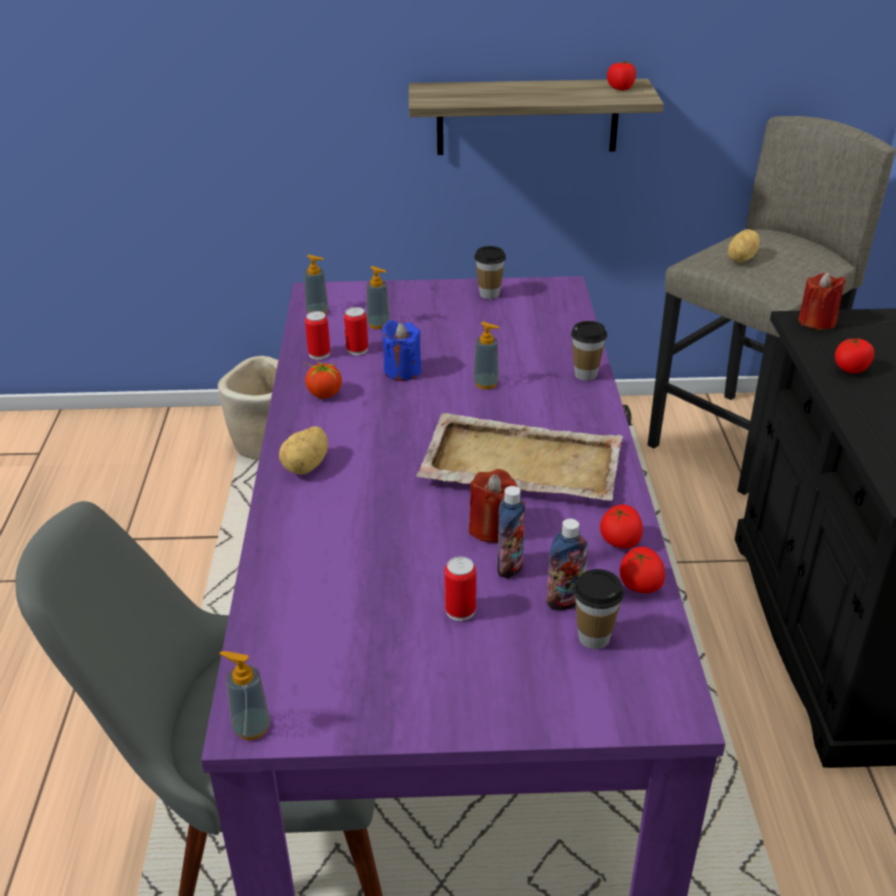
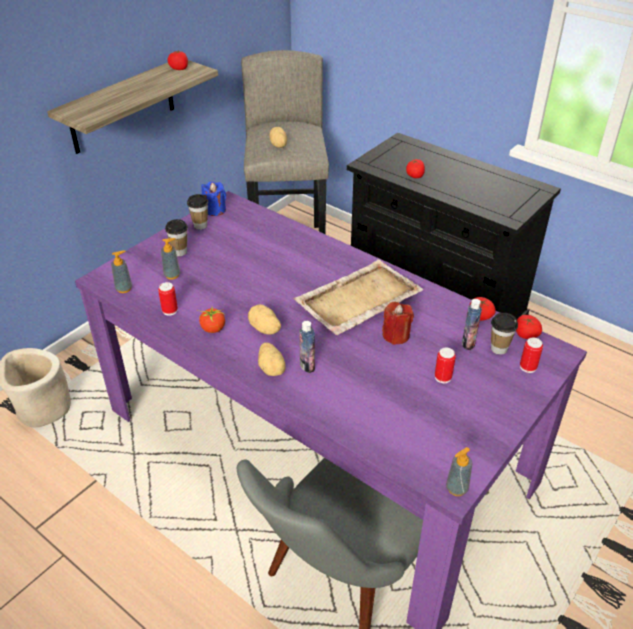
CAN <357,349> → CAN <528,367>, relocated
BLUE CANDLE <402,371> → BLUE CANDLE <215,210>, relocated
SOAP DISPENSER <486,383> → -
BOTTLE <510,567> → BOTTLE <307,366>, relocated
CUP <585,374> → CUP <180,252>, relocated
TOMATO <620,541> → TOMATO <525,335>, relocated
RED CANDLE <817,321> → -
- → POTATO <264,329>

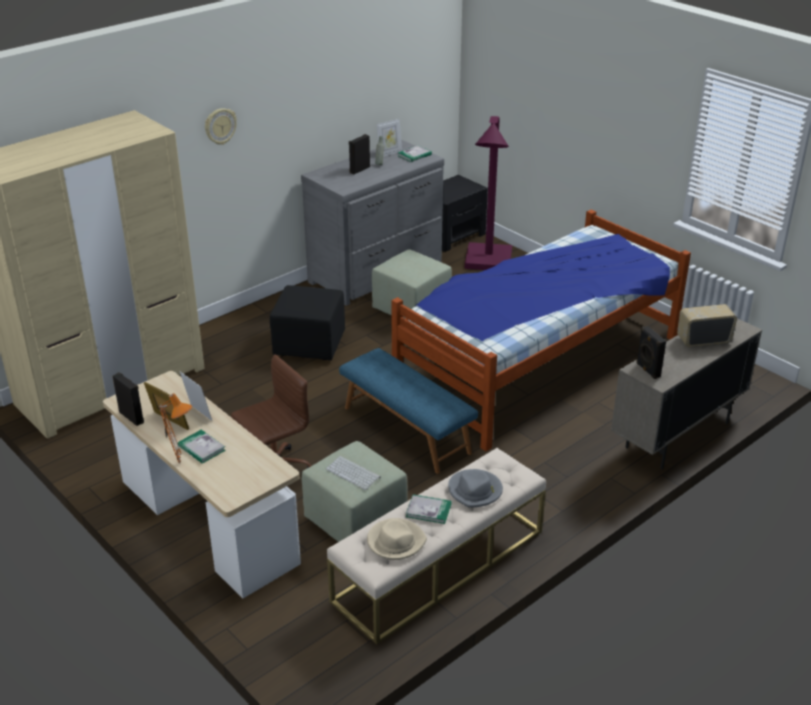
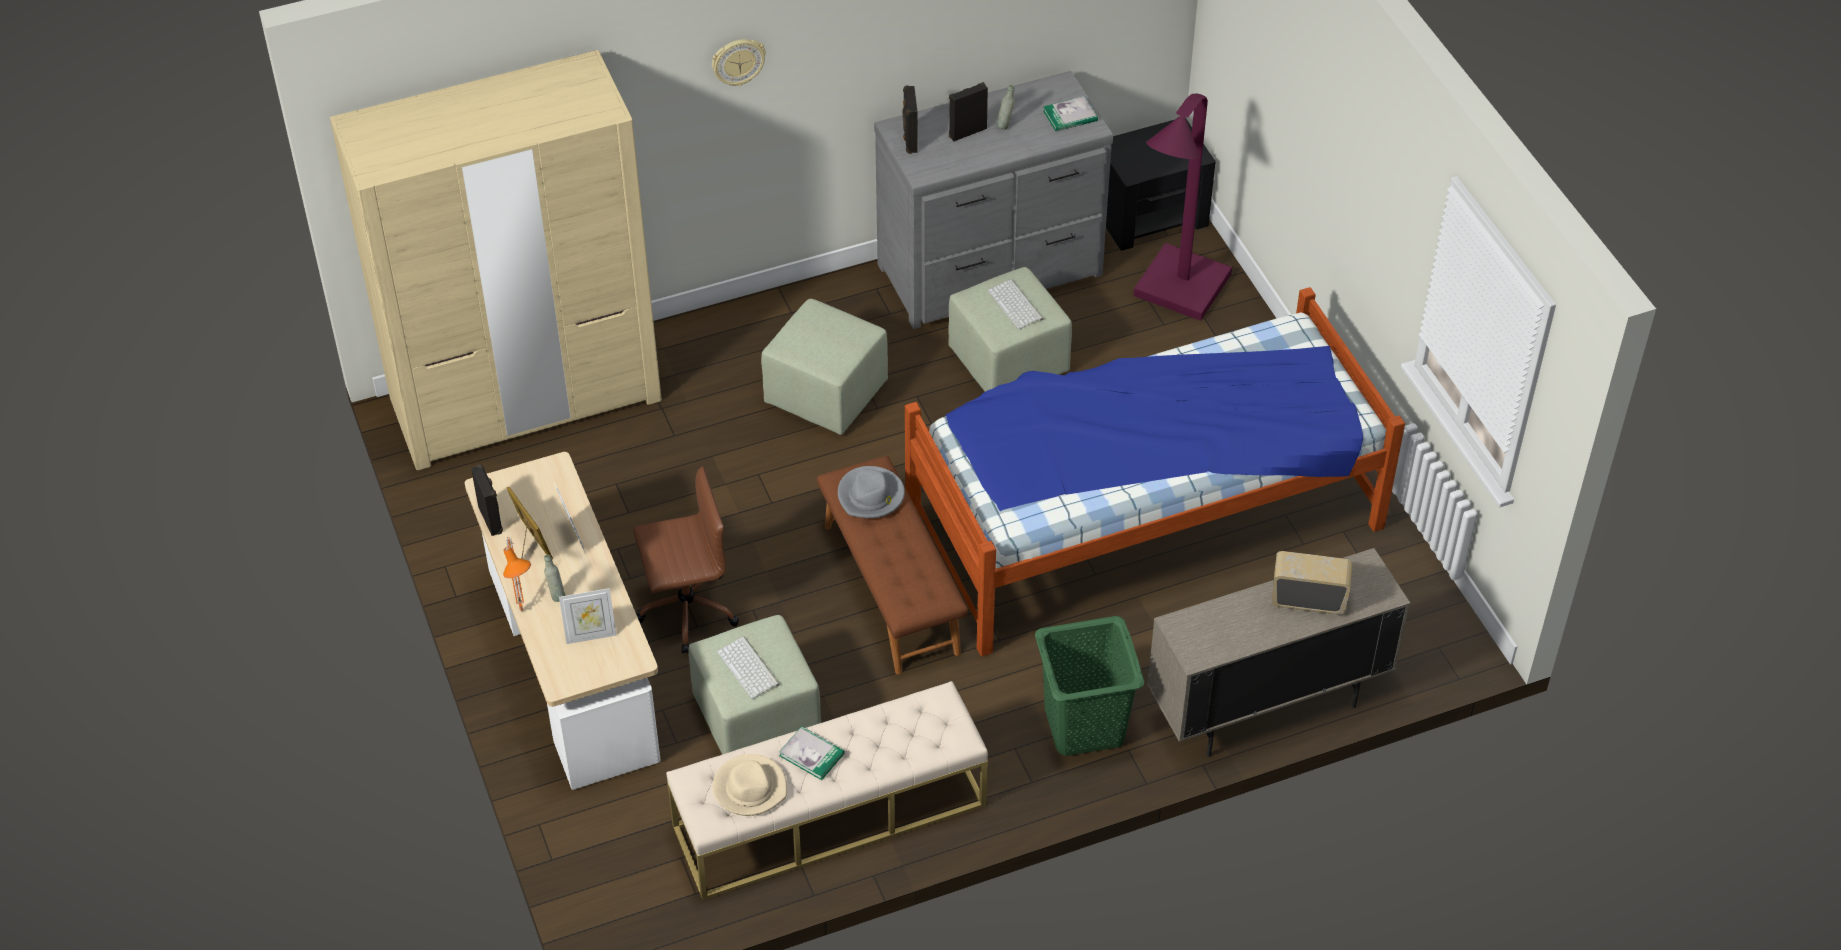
BOOK <201,448> → GREY BOTTLE <556,595>
BLACK OTTOMAN <310,344> → GREEN OTTOMAN <827,394>
BLUE BENCH <407,429> → BROWN BENCH <892,588>
PICTURE FRAME <389,153> → PICTURE FRAME <590,635>, relocated
GREY HAT <475,490> → GREY HAT <871,496>, relocated
BLACK SPEAKER <647,370> → BLACK SPEAKER <909,140>, relocated
- → KEYBOARD <1016,305>
- → GREEN LAUNDRY BASKET <1083,725>

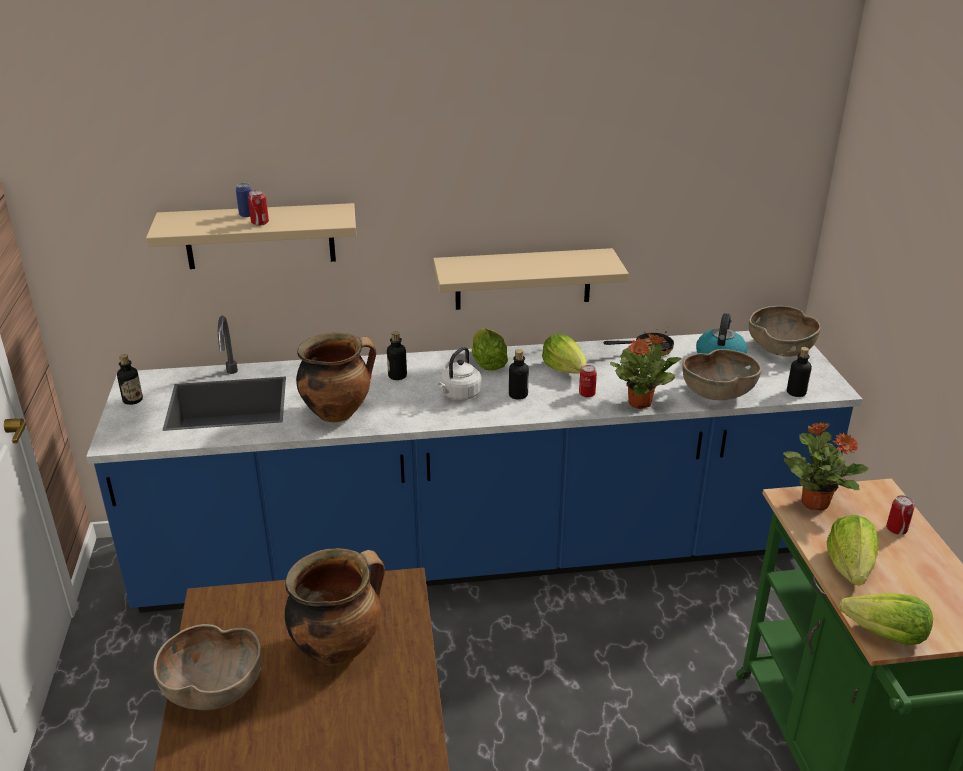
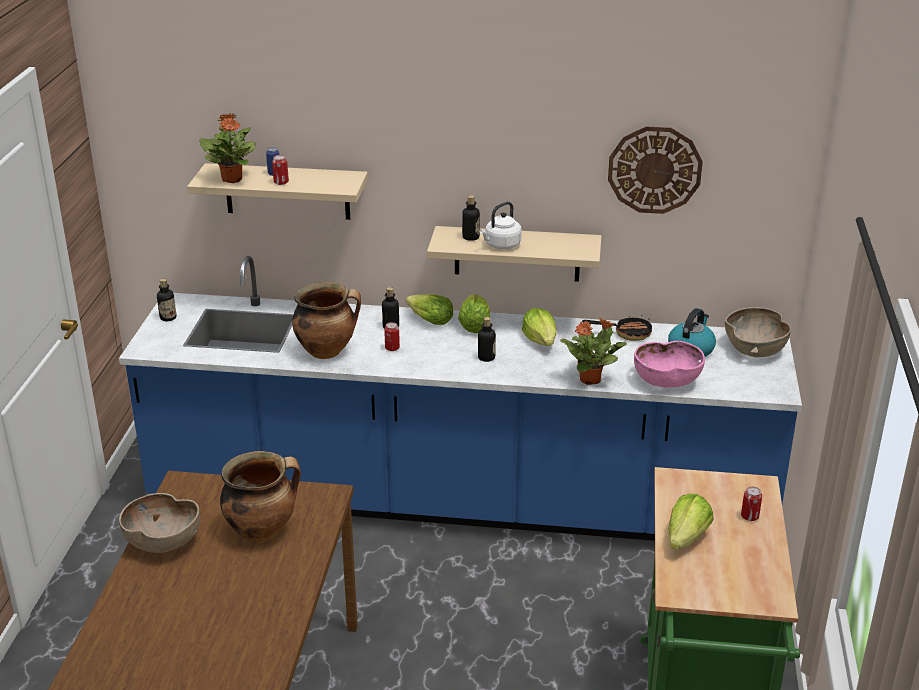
WHITE KETTLE <459,395> → WHITE KETTLE <501,245>, relocated
CAN <587,394> → CAN <392,348>, relocated
BROWN BOWL <718,394> → PINK BOWL <667,381>
POTTED PLANT <814,502> → POTTED PLANT <232,179>, relocated
BOTTLE <796,392> → BOTTLE <470,237>, relocated
LETTUCE <885,635> → LETTUCE <430,320>, relocated
- → WALL CLOCK <654,170>

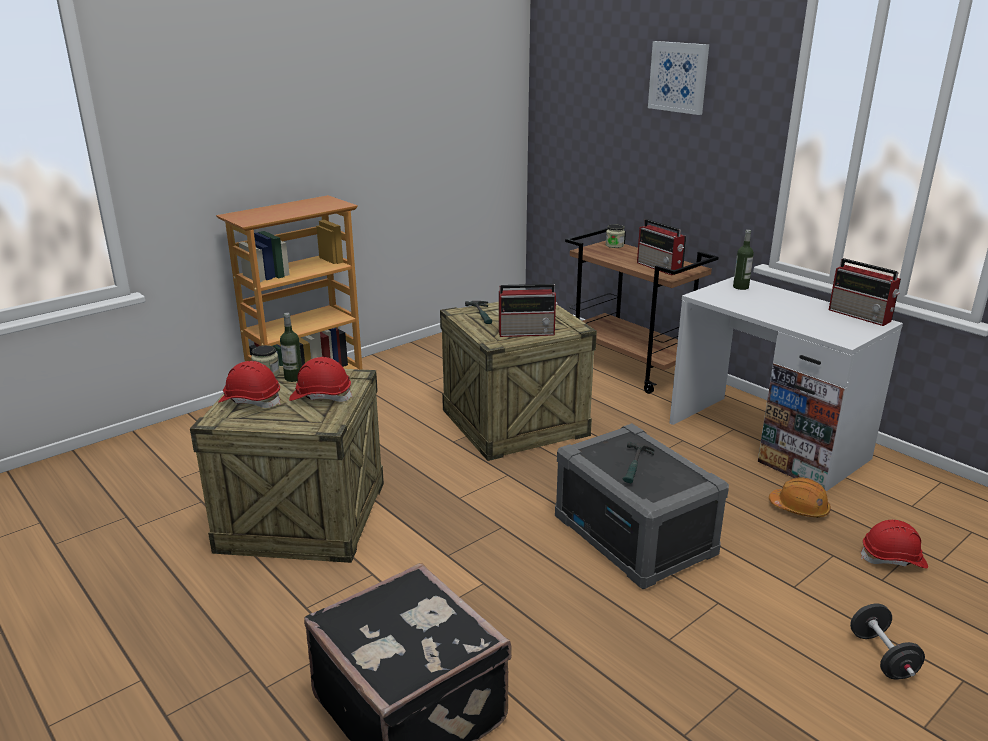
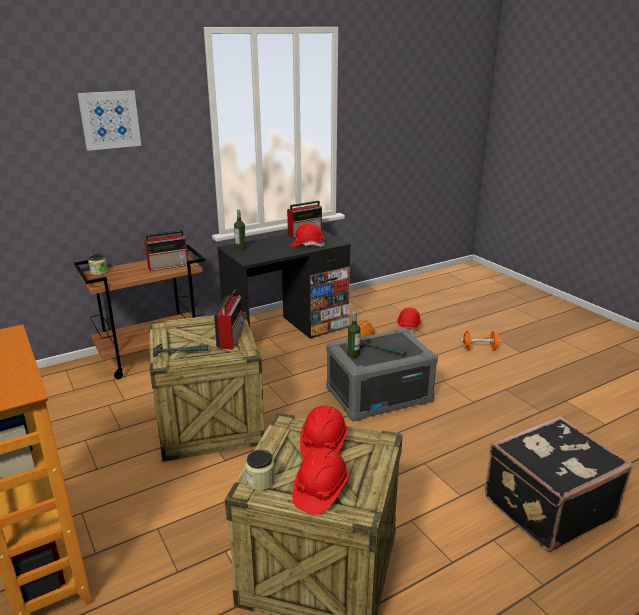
BOTTLE <293,378> → BOTTLE <353,355>, relocated
WHITE DESK <767,440> → BLACK DESK <286,330>
BLACK DUMBBELL <882,656> → ORANGE DUMBBELL <479,349>
- → RED HARD HAT <307,245>

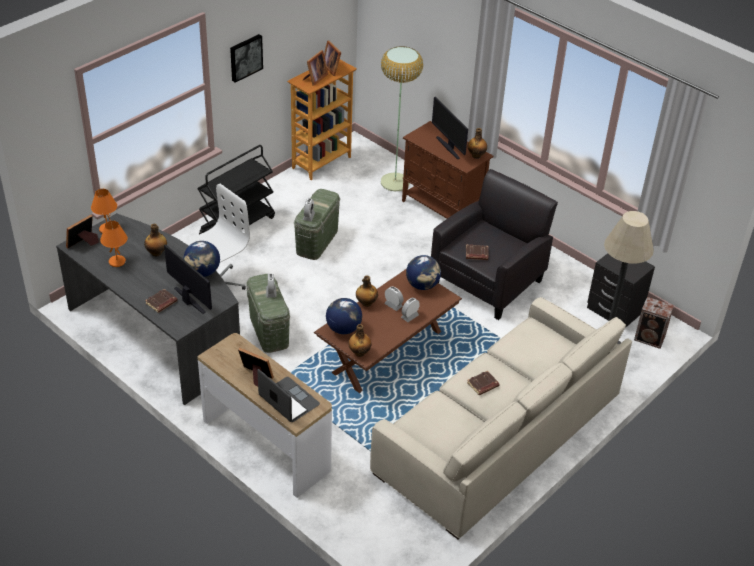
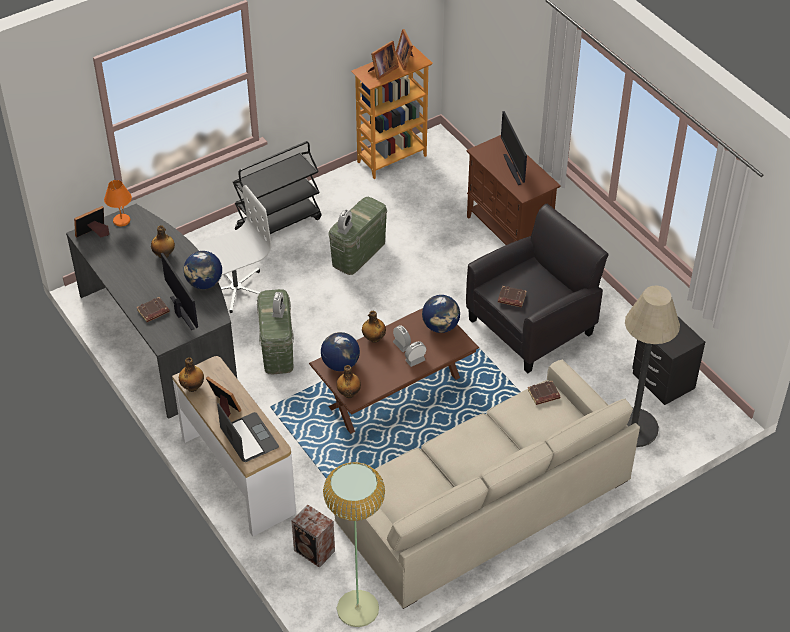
ORANGE TABLE LAMP <117,262> → -
PICTURE <245,57> → -
FLOOR LAMP <395,182> → FLOOR LAMP <357,609>, relocated
BROWN BOOK <483,385> → BROWN BOOK <543,395>, relocated
BOTTLE <476,155> → BOTTLE <193,387>, relocated
SPEAKER <650,338> → SPEAKER <315,551>, relocated

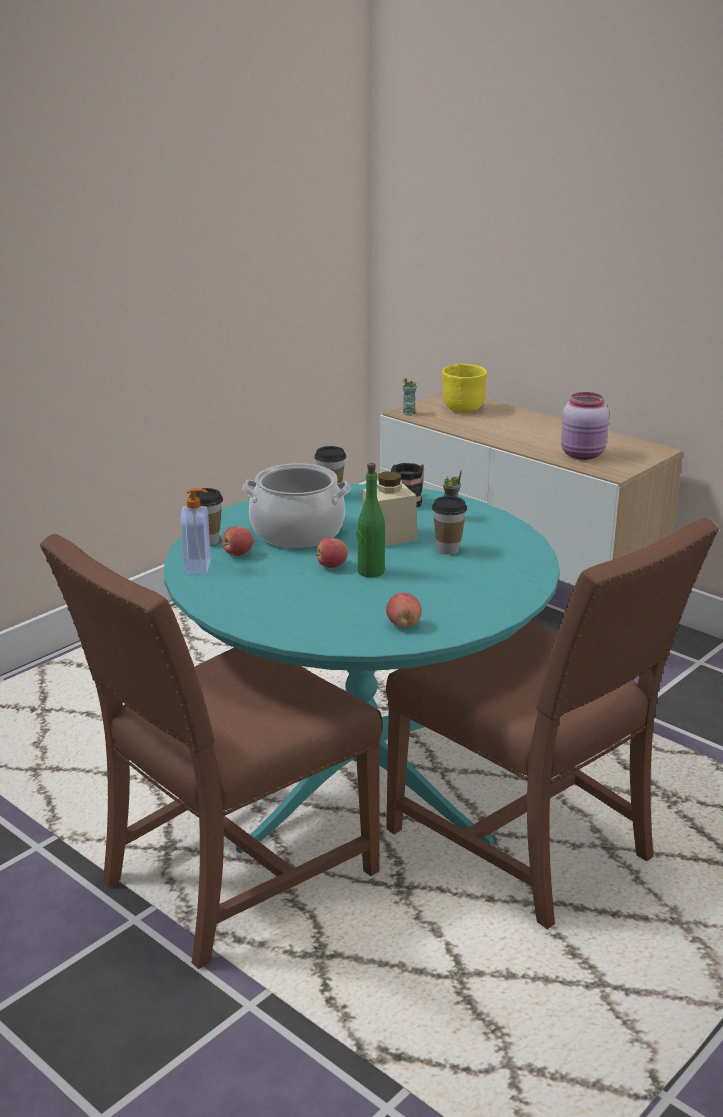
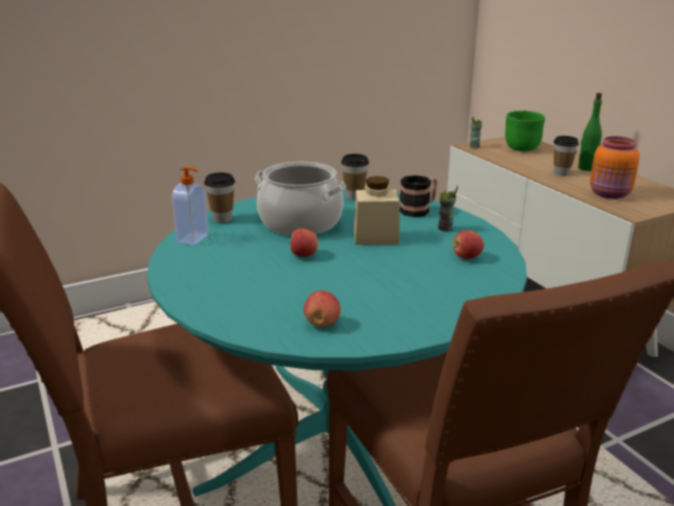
APPLE <237,554> → APPLE <466,257>, relocated
GREEN BOTTLE <370,572> → GREEN BOTTLE <586,168>, relocated
CUP <448,549> → CUP <561,173>, relocated
YELLOW BOWL <462,409> → GREEN BOWL <521,148>
PINK JAR <583,455> → ORANGE JAR <610,194>

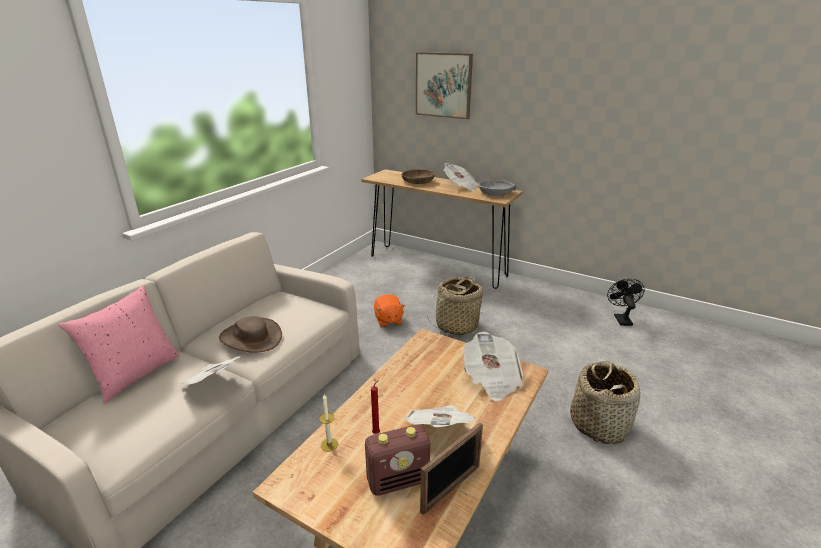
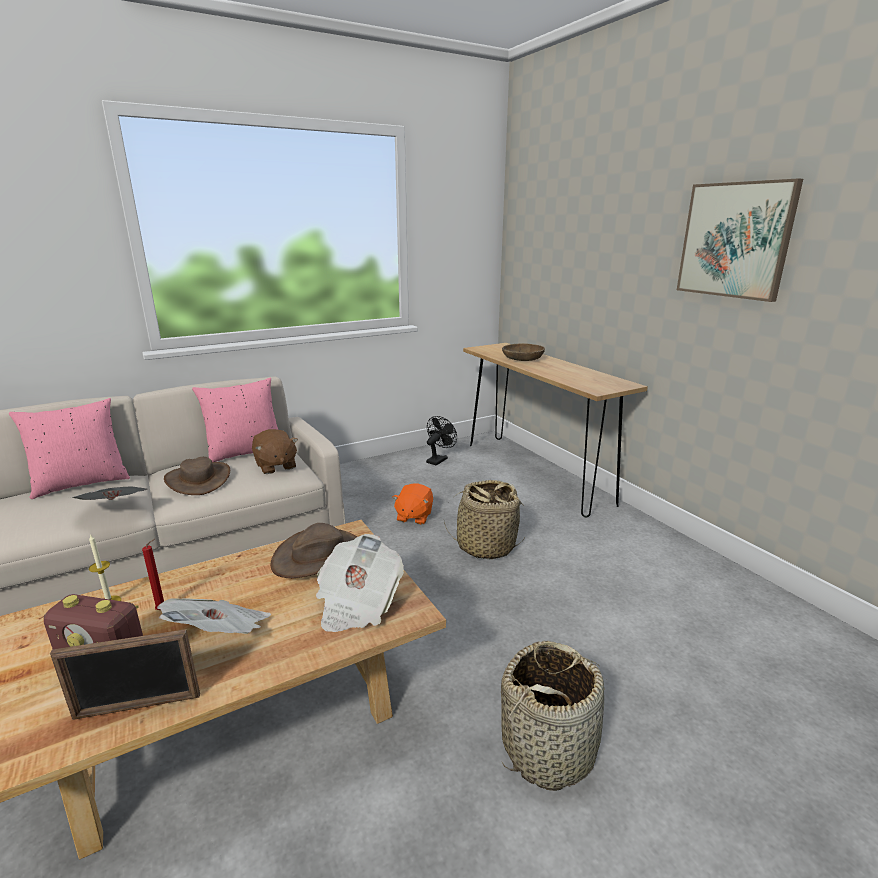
PICTURE <443,85> → PICTURE <735,240>, relocated
NEWSPAPER <460,186> → -
GREY BOWL <495,193> → -
BLACK FAN <621,318> → BLACK FAN <438,459>, relocated
- → PINK PILLOW <245,452>
- → BROWN PLUSH TOY <275,466>
- → BROWN HAT <319,556>

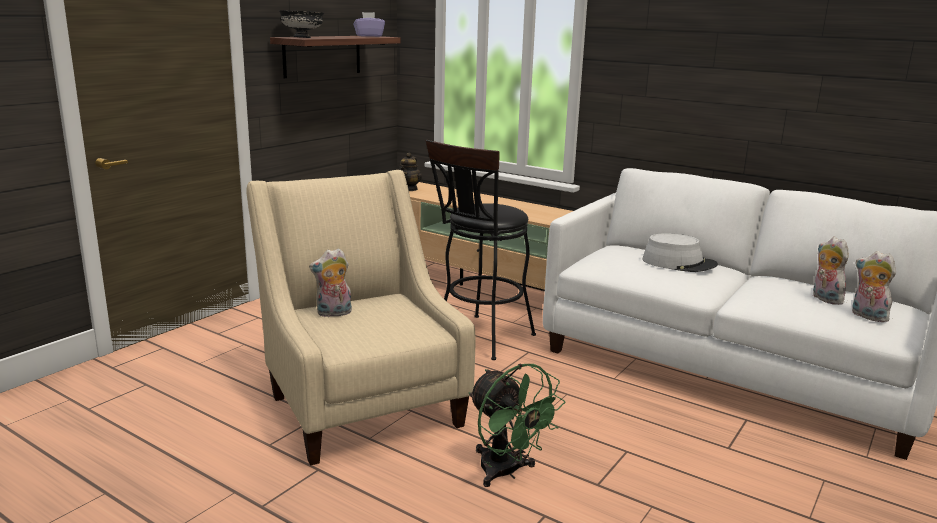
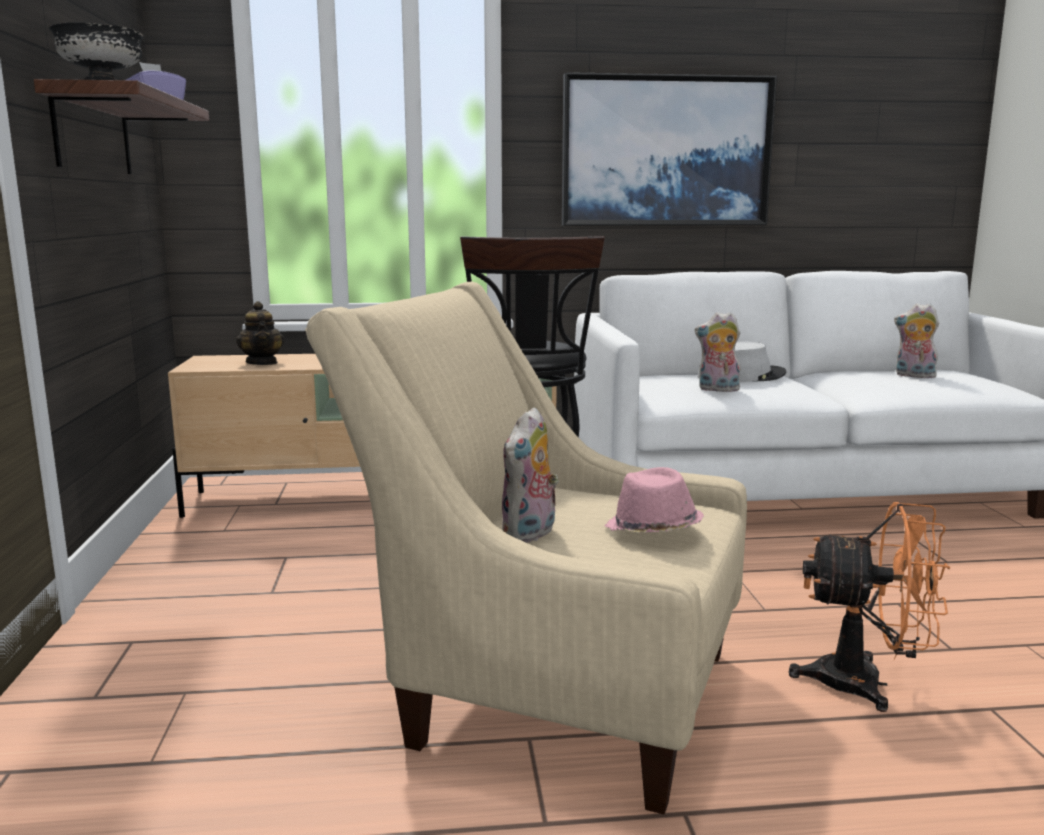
GREEN FAN <506,472> → ORANGE FAN <866,683>
PLUSH TOY <867,316> → PLUSH TOY <717,390>, relocated
- → PICTURE <666,152>
- → PINK HAT <653,531>

